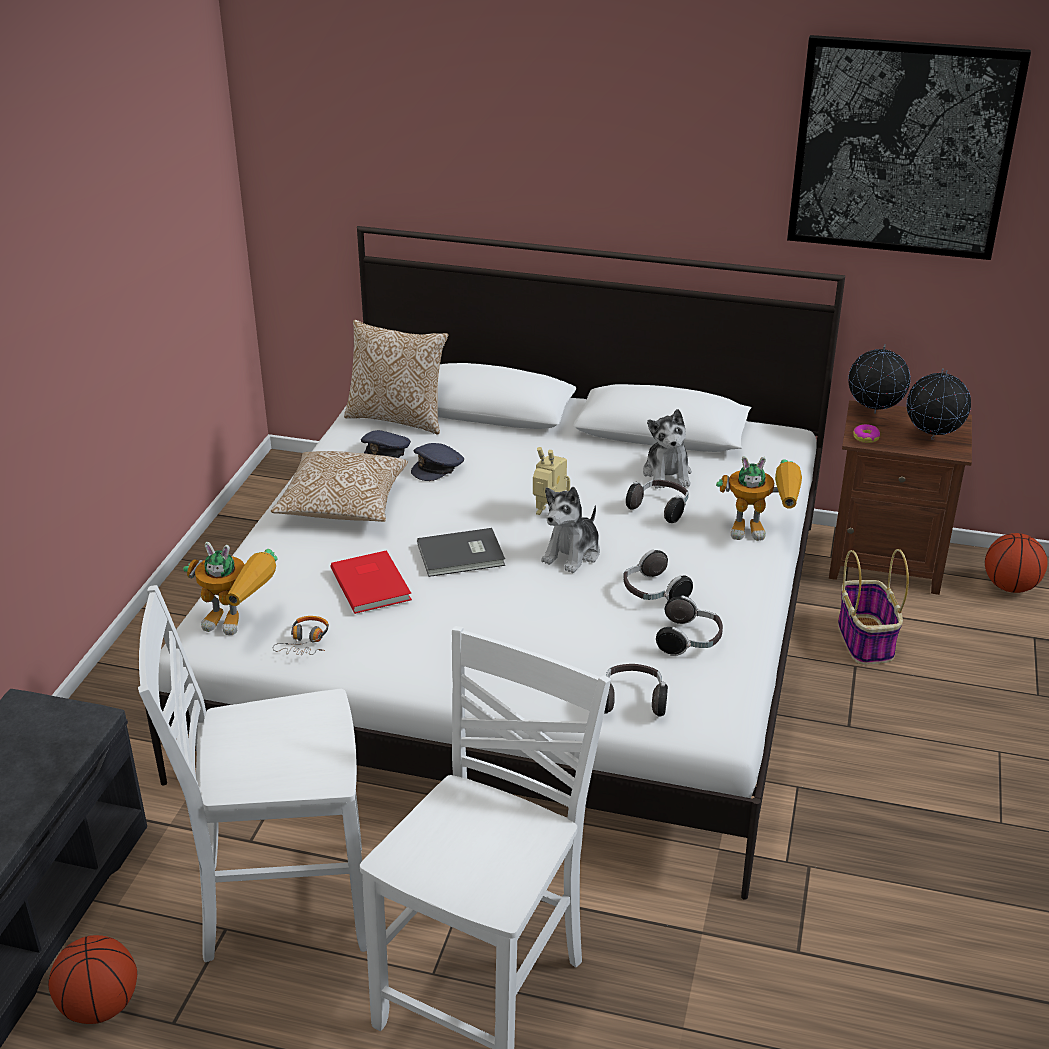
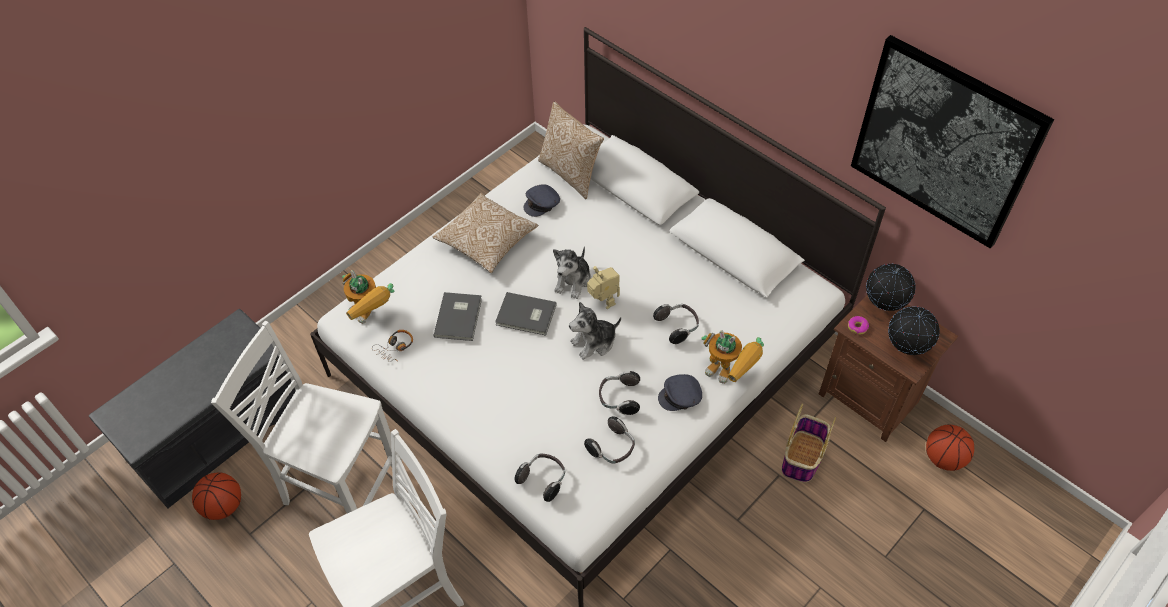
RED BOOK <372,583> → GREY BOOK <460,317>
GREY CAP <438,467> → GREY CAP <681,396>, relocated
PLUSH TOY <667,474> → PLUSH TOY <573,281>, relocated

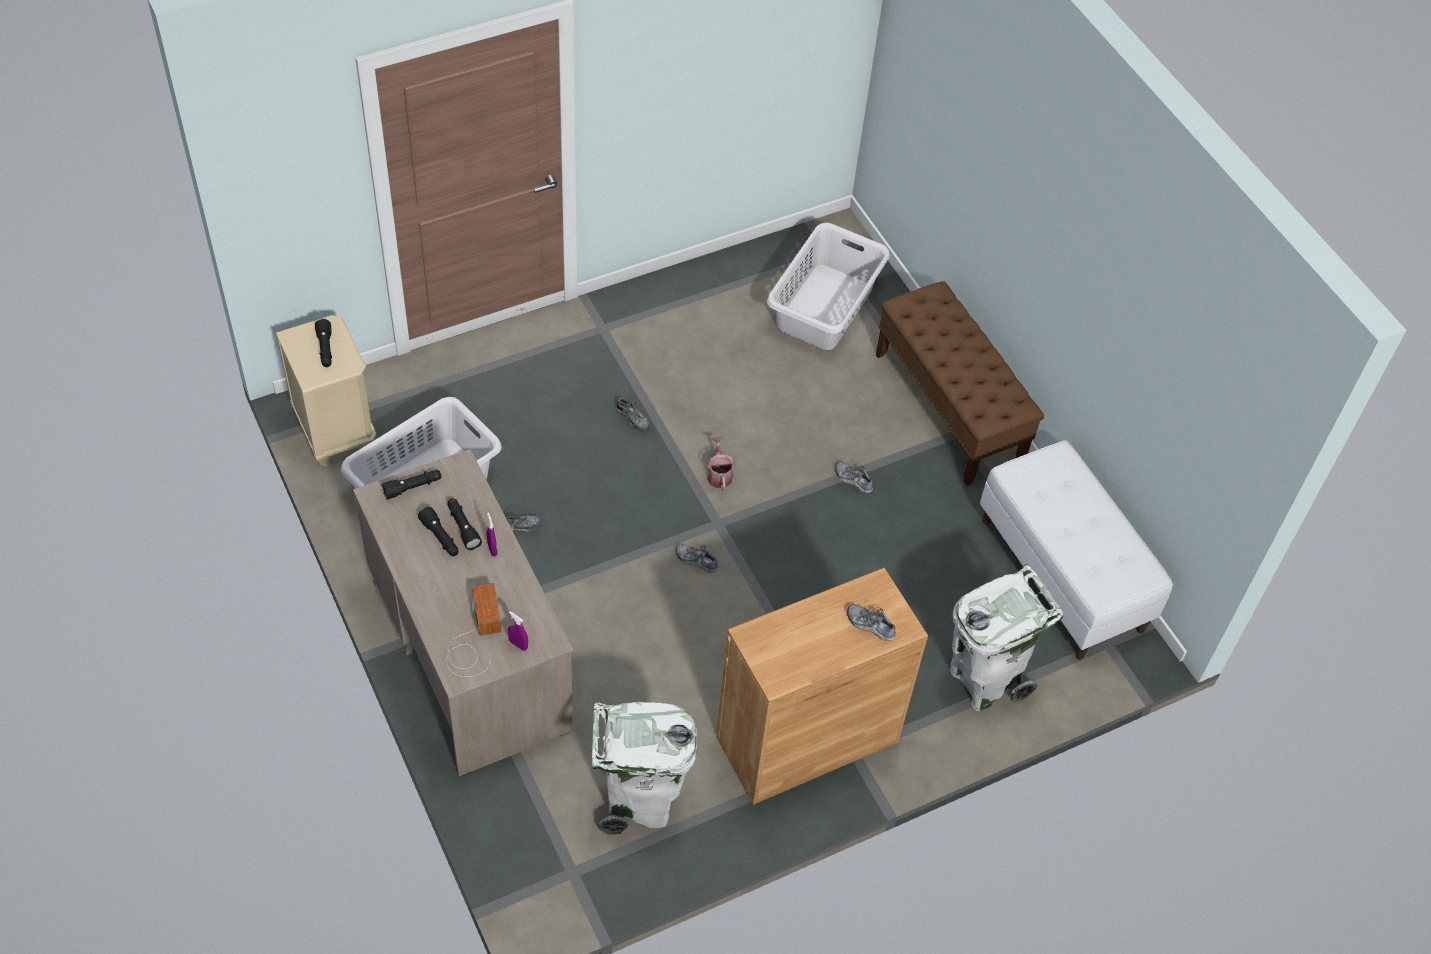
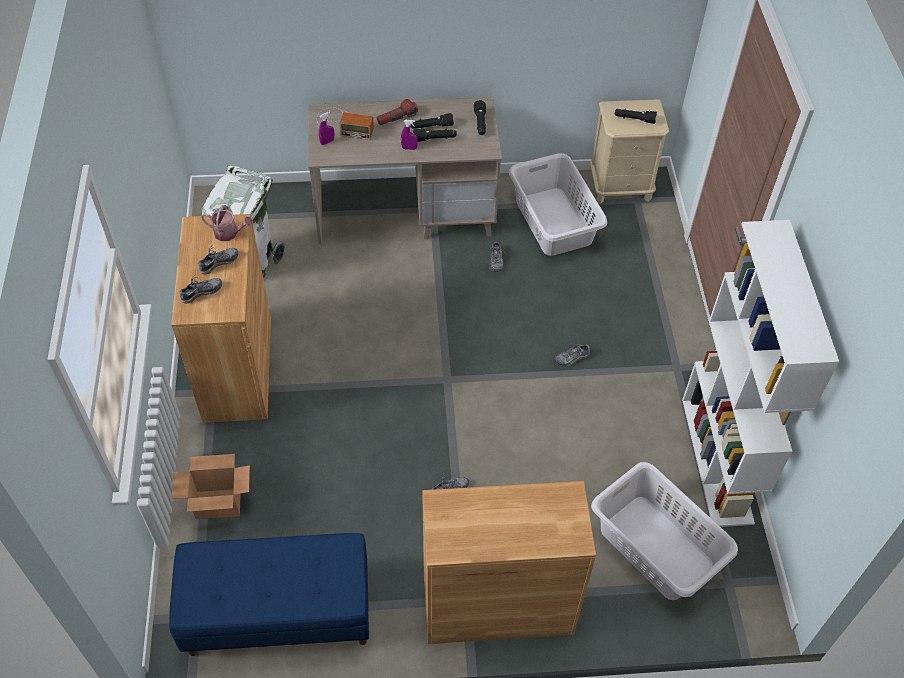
SHOE <696,560> → SHOE <218,263>, relocated
WATERING CAN <719,474> → WATERING CAN <229,233>, relocated
BROWN BENCH <949,408> → BROWN CABINET <497,604>
WHITE TRASH CAN <984,679> → CARDBOARD BOX <217,504>
WHITE BENCH <1063,575> → BLUE BENCH <278,614>
- → FLASHLIGHT <397,118>
- → WHITE BOOKCASE <717,460>

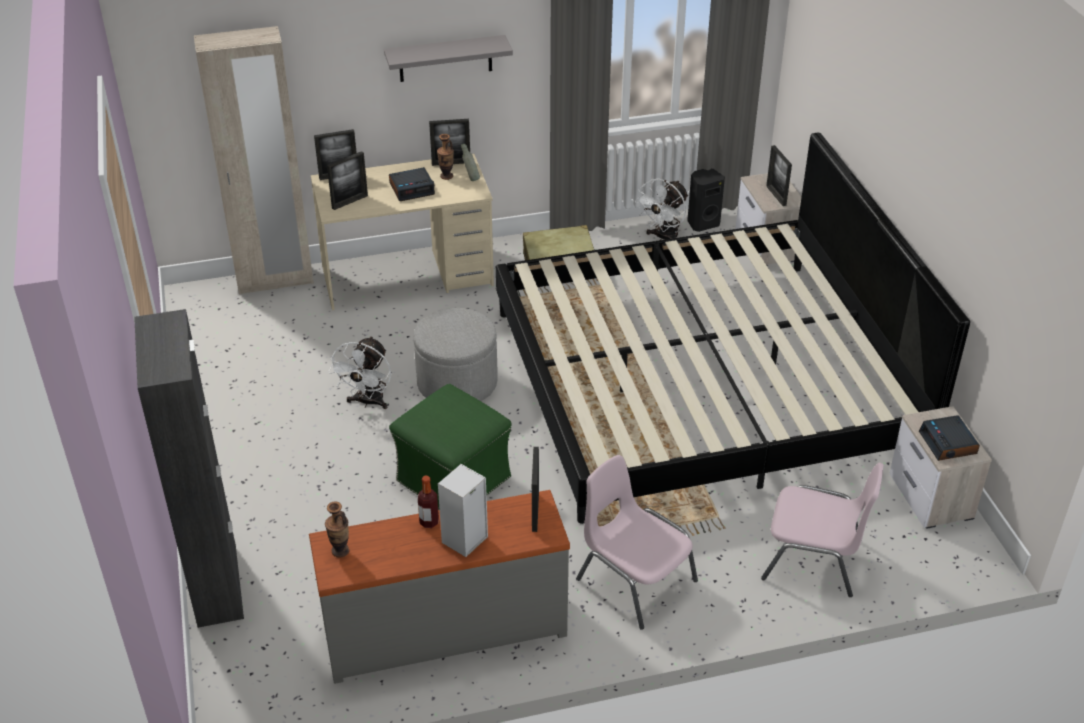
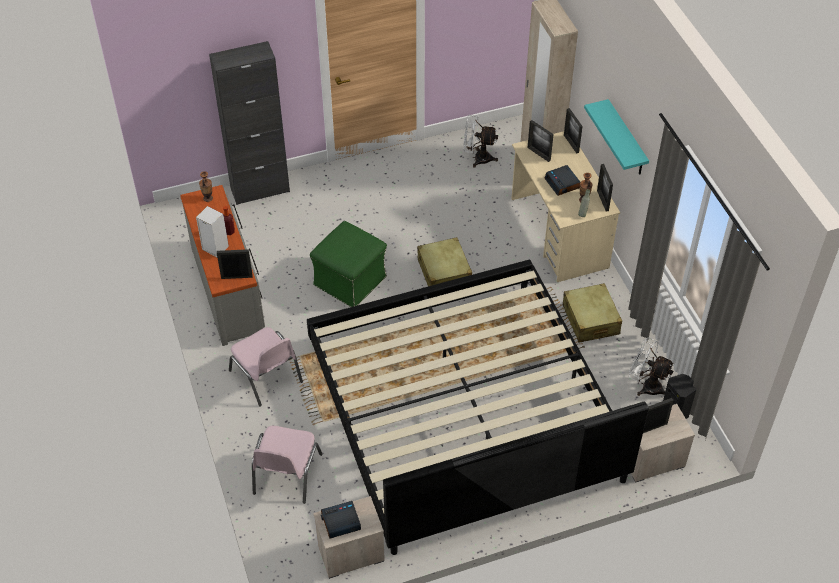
WHITE FAN <368,402> → WHITE FAN <477,158>, relocated
GREY SHELF <445,58> → TURQUOISE SHELF <626,139>
GREY OTTOMAN <457,382> → BEIGE SUITCASE <444,273>
PINK CHAIR <634,580> → PINK CHAIR <267,377>, 105 degrees clockwise

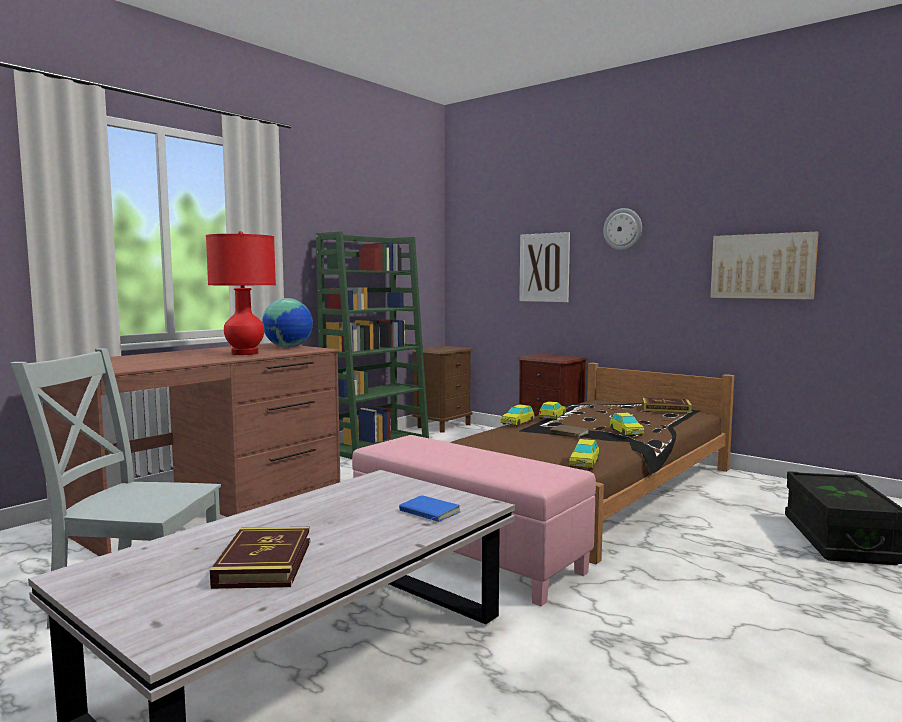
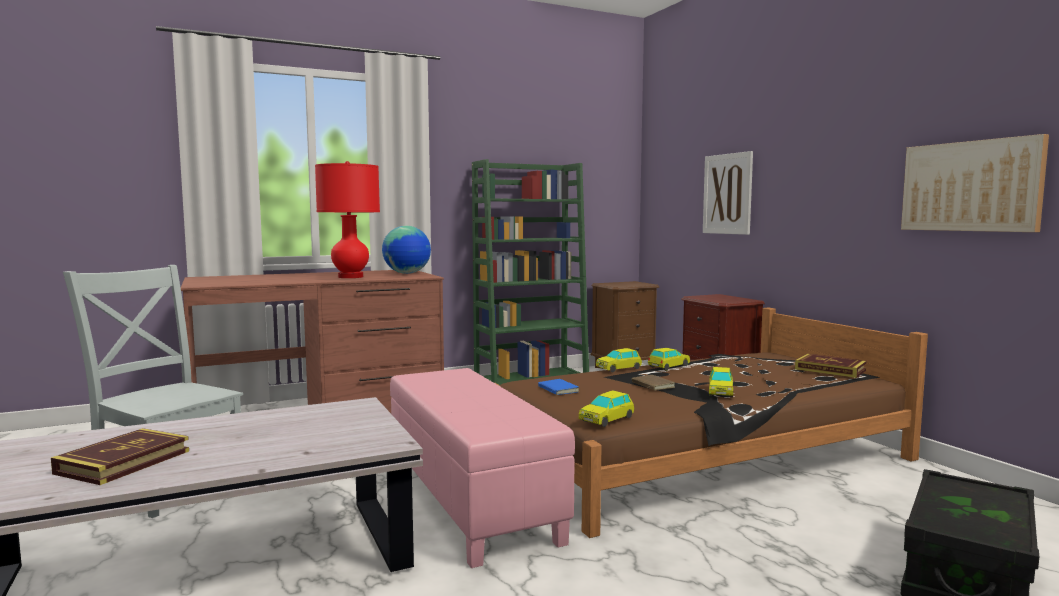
BLUE BOOK <428,512> → BLUE BOOK <557,390>, relocated
WALL CLOCK <623,229> → -

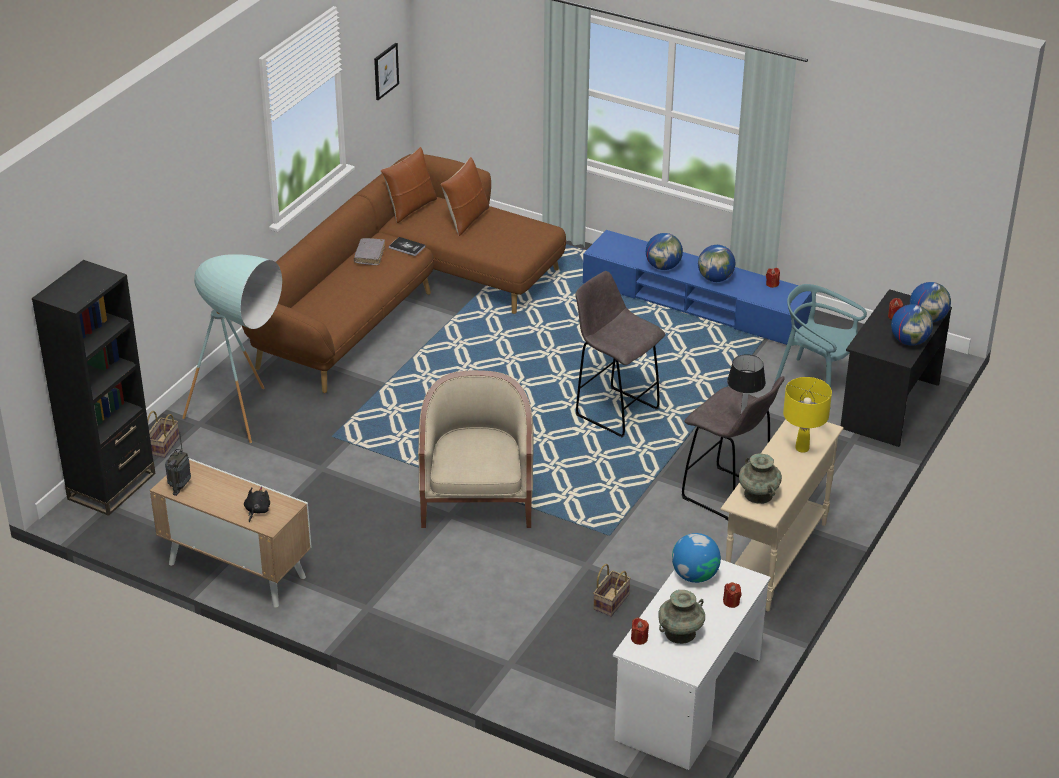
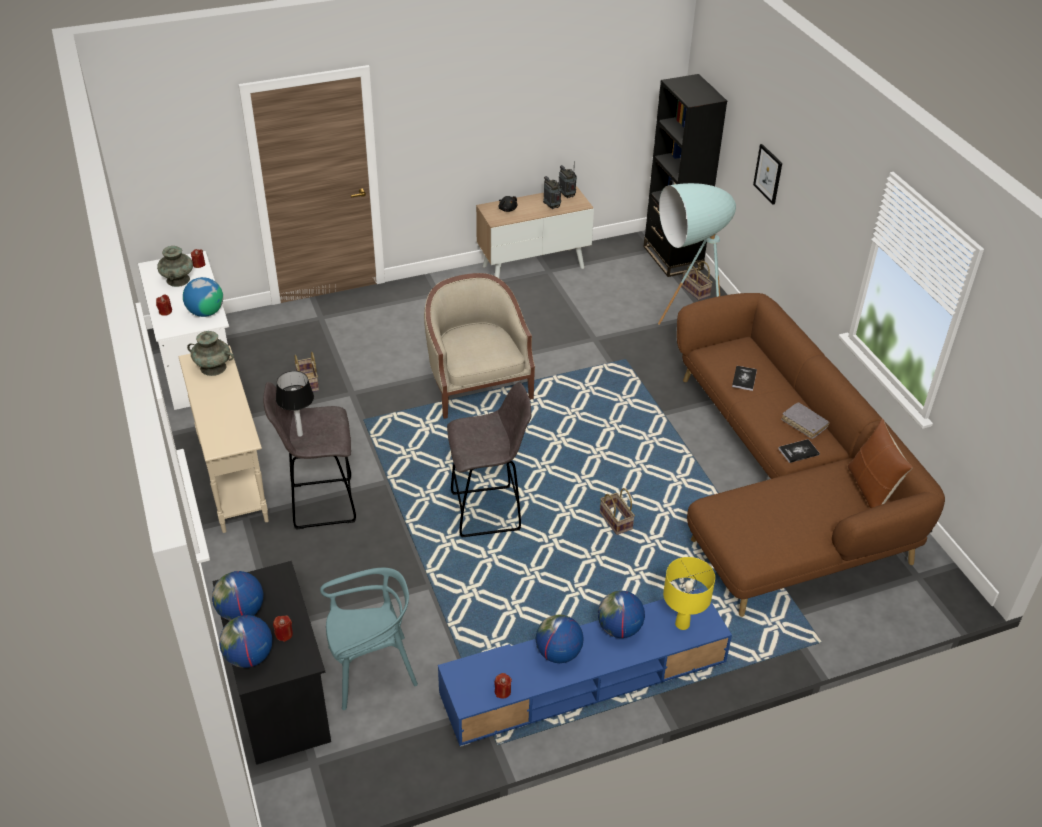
PICTURE <385,71> → PICTURE <768,174>, relocated
BEIGE ARMCHAIR <477,499> → BEIGE ARMCHAIR <477,385>, 150 degrees counterclockwise
BROWN PILLOW <466,219> → -
YELLOW TABLE LAMP <802,448> → YELLOW TABLE LAMP <682,624>, relocated
- → RADIO <552,206>
- → BASKET <614,520>
- → BOOK <744,379>

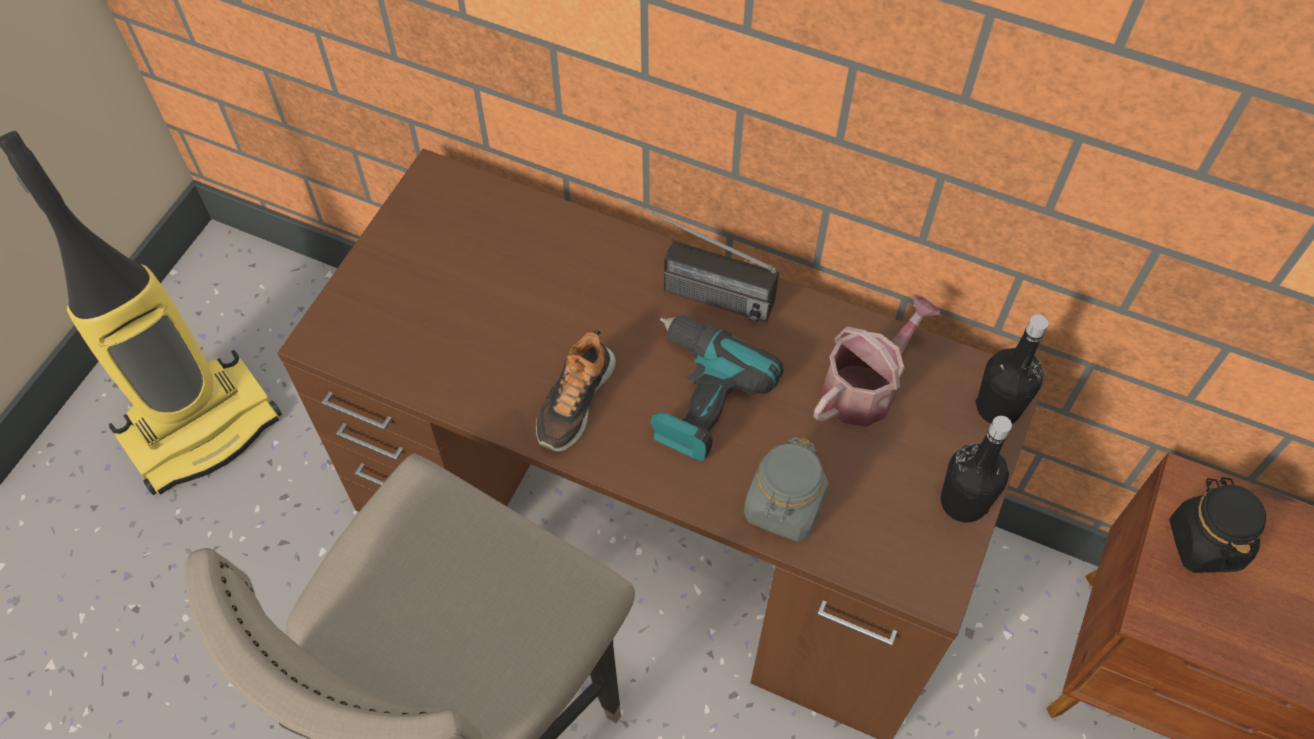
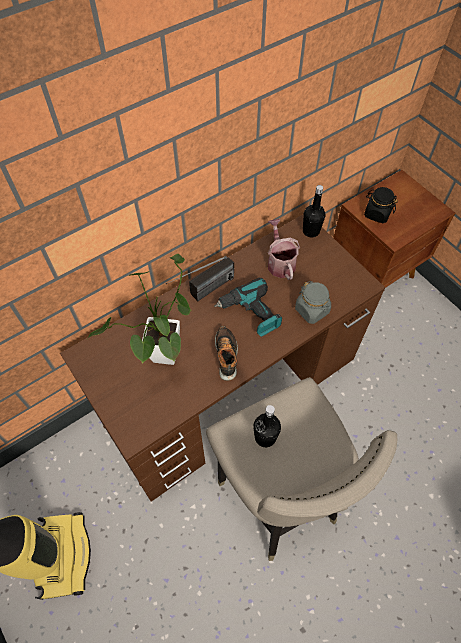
SHOE <574,401> → SHOE <227,355>, 150 degrees counterclockwise
BLACK BOTTLE <963,502> → BLACK BOTTLE <265,437>, relocated
- → POTTED PLANT <163,360>

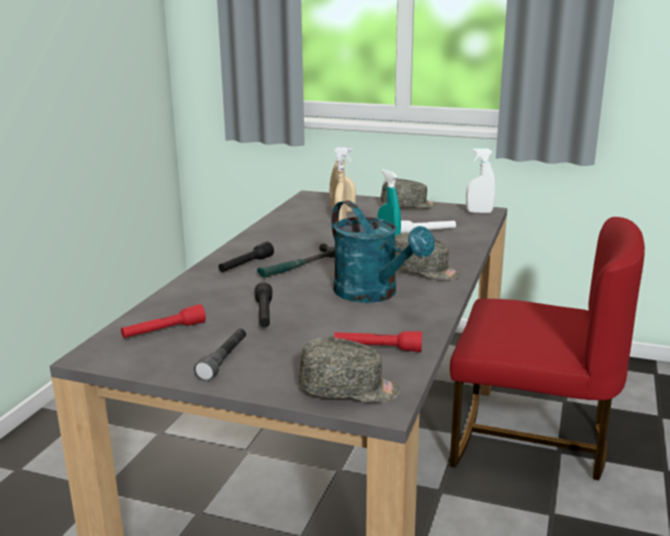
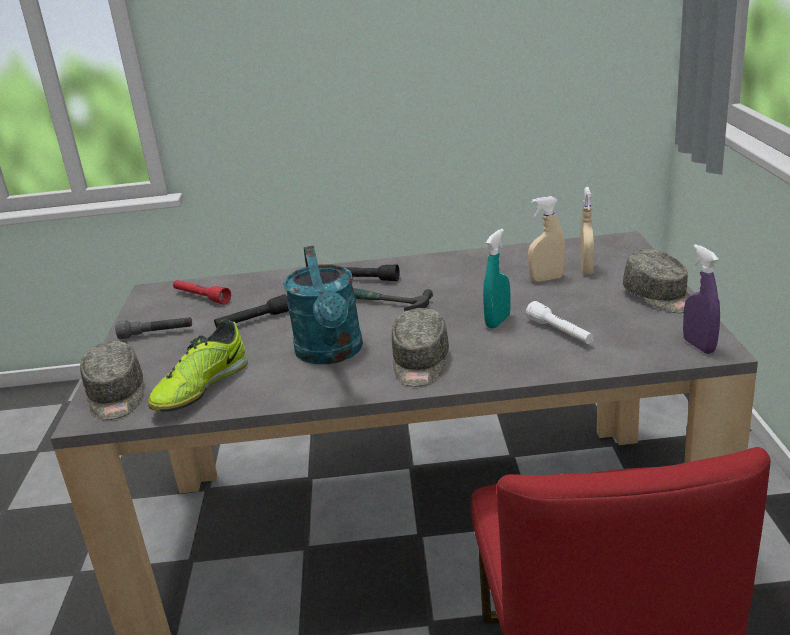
TURQUOISE WATERING CAN <373,294> → TURQUOISE WATERING CAN <331,353>, 45 degrees counterclockwise
RED FLASHLIGHT <377,348> → SHOE <201,388>
WHITE SPRAY BOTTLE <479,212> → PURPLE SPRAY BOTTLE <699,346>

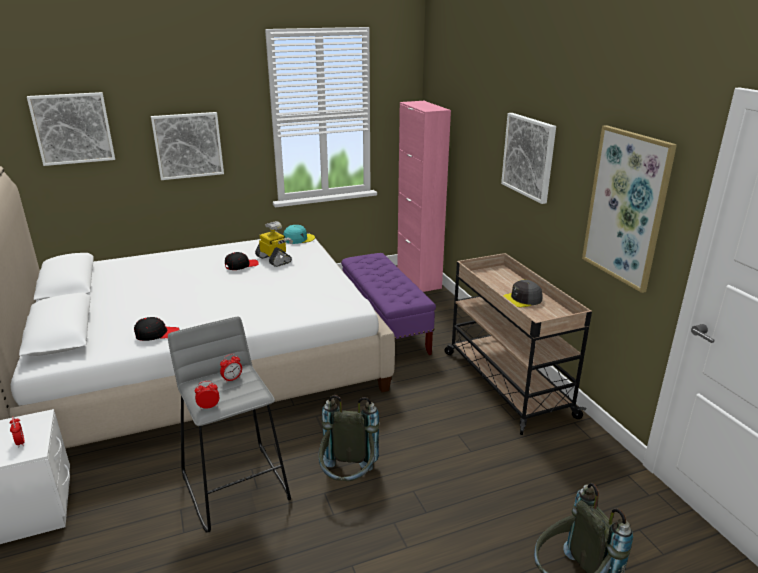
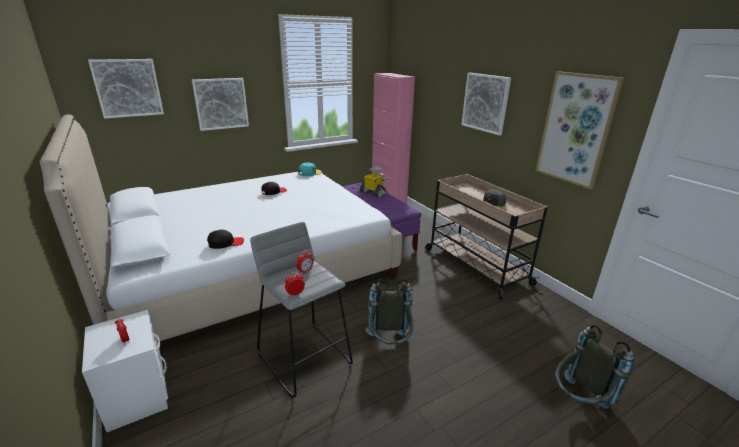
TOY ROBOT <274,259> → TOY ROBOT <374,193>, relocated

